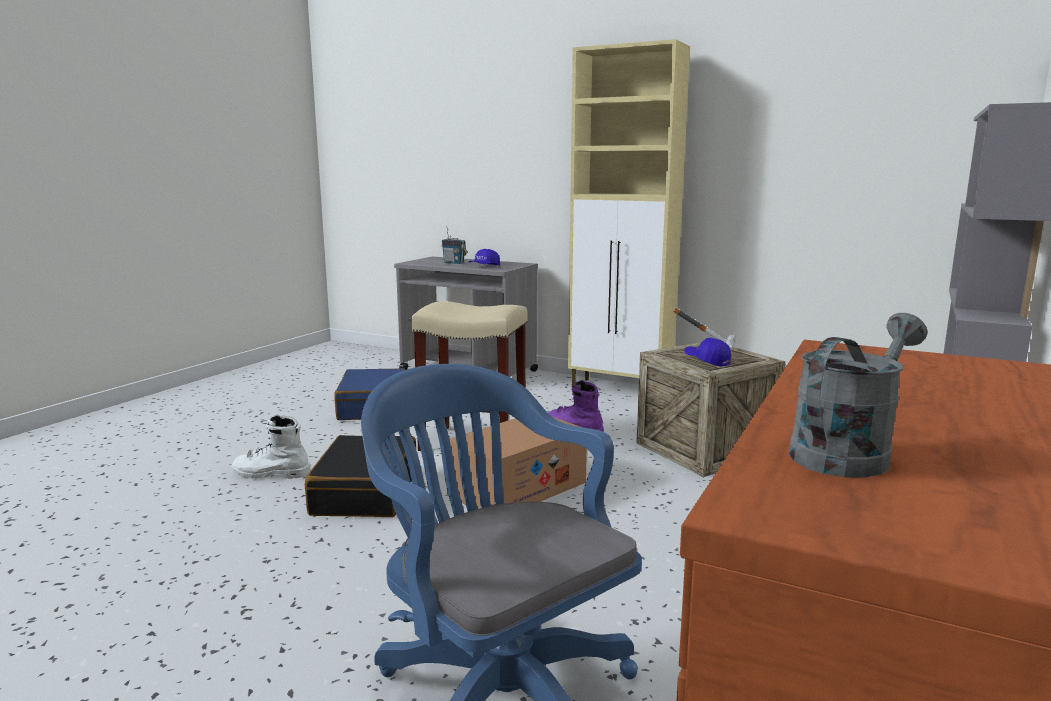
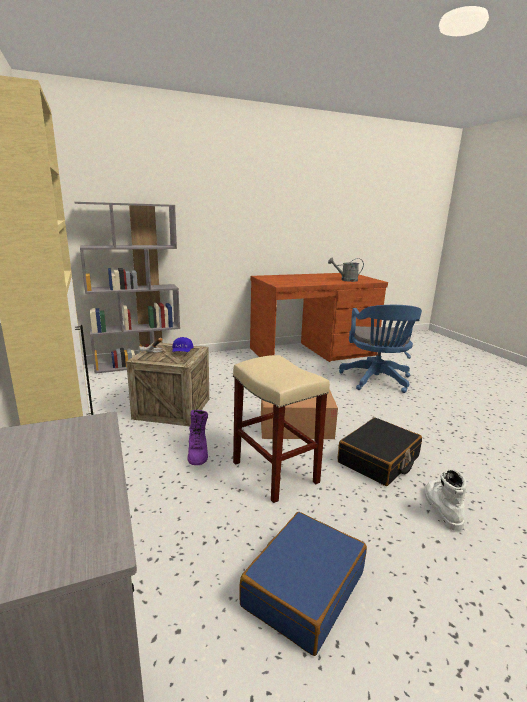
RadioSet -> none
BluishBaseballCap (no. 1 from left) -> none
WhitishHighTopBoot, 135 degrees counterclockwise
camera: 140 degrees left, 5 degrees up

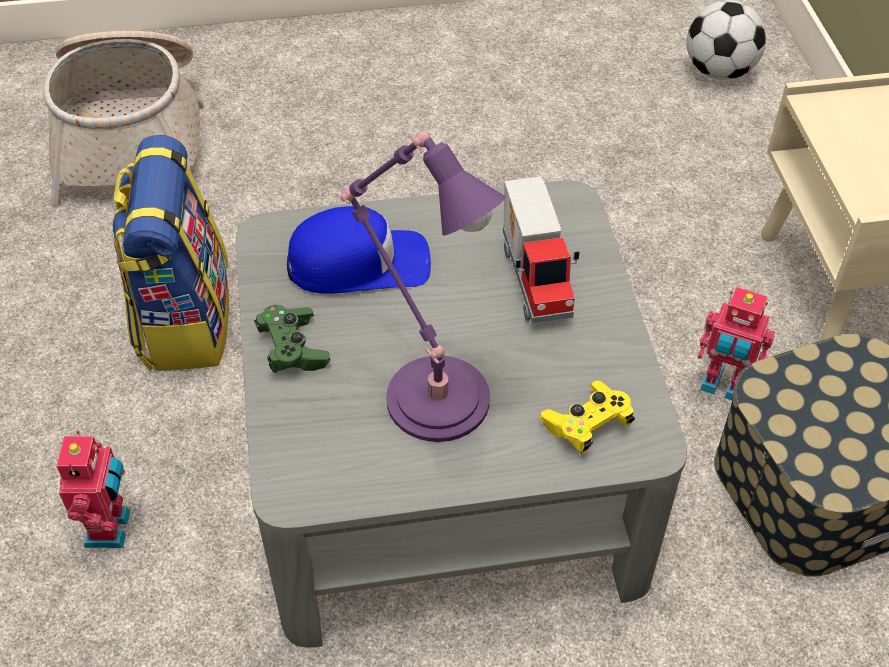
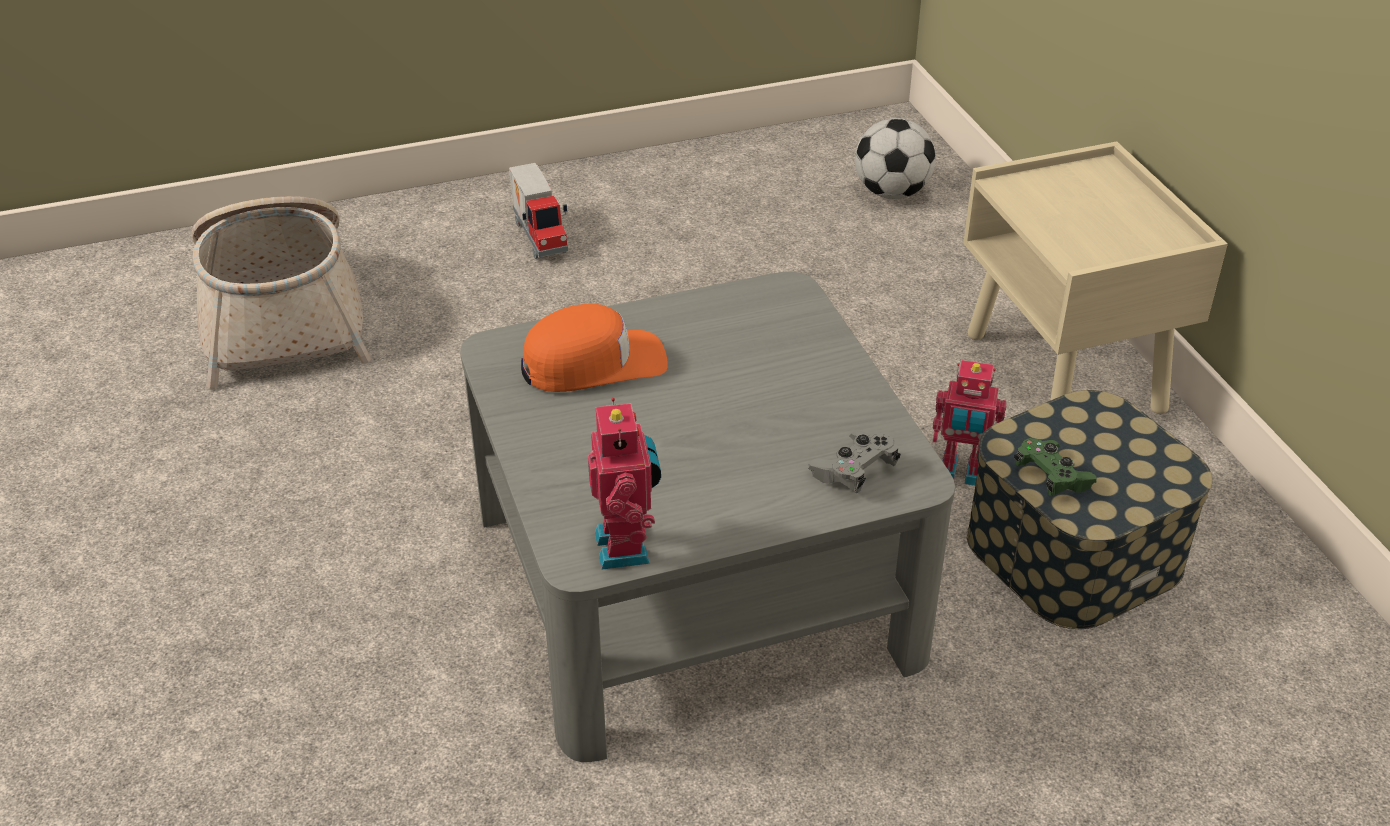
PurpleLampForATable -> none
Knapsack -> none
ToyLorry, shifted
BluishBaseballCap -> OrangeBaseballCap
GreenGamepad, shifted
YellowColouredGamepad -> GreyishGamepad
RobotFigure (no. 1 from left), shifted
camera: 10 degrees left, 10 degrees down

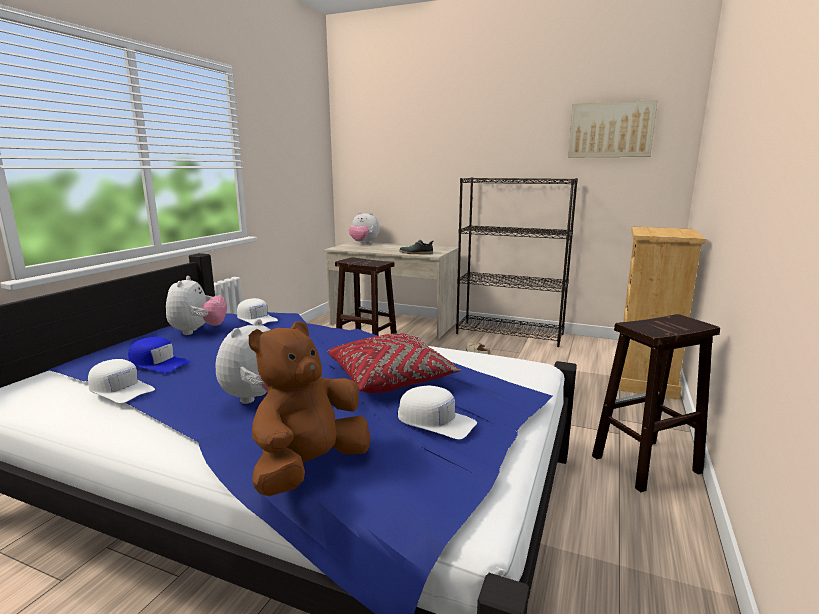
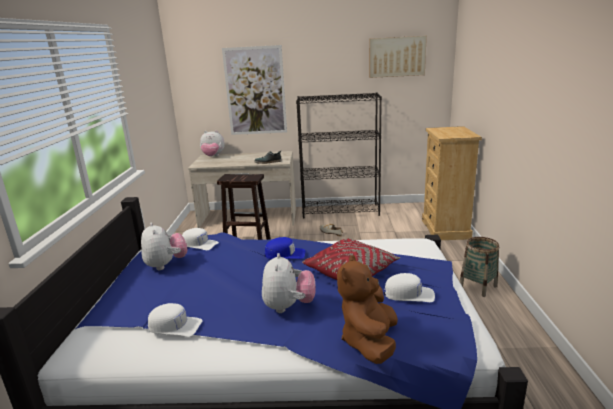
BrownStoolSeat (no. 2 from left) -> HouseholdBasket
BluishBaseballCap, shifted
none -> Picture (no. 1 from left)
camera: 20 degrees left, 5 degrees up

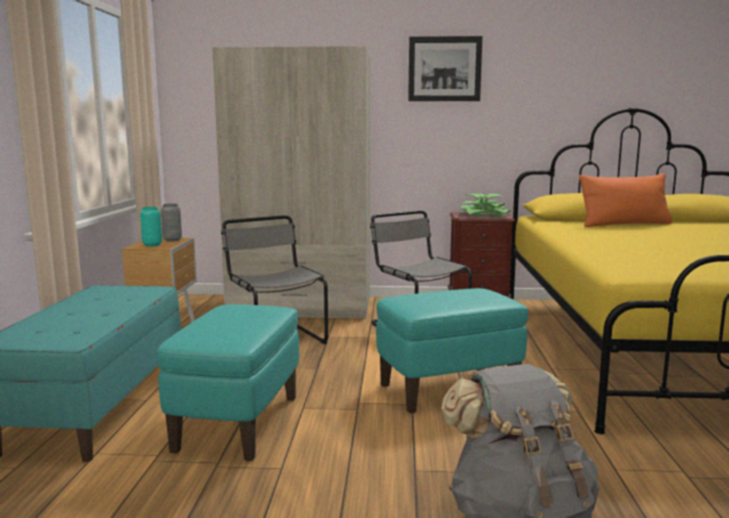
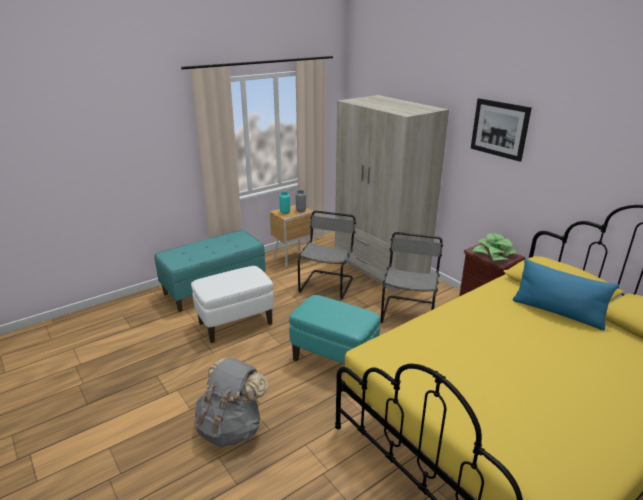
OrangeCushion -> BluishCushion
TurquoiseColouredPouffe (no. 1 from left) -> WhitishPouffe
camera: 50 degrees right, 15 degrees up

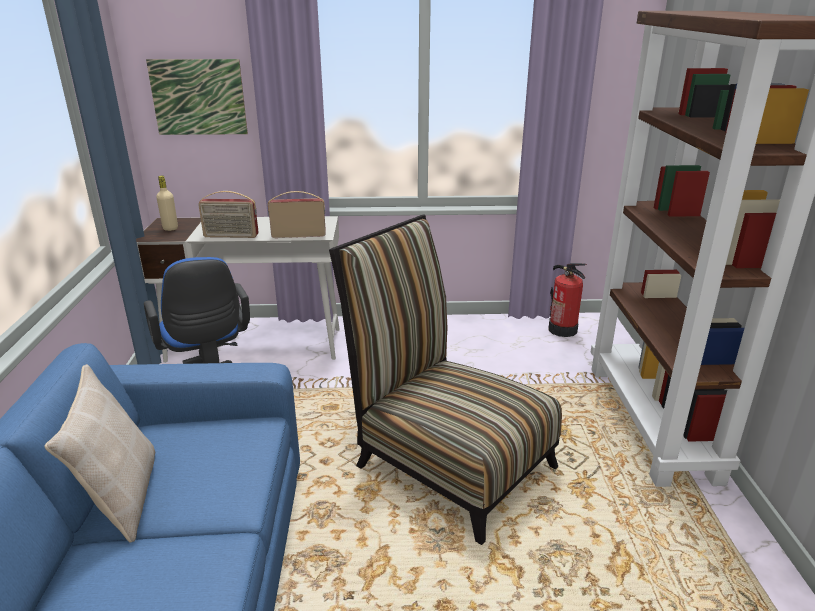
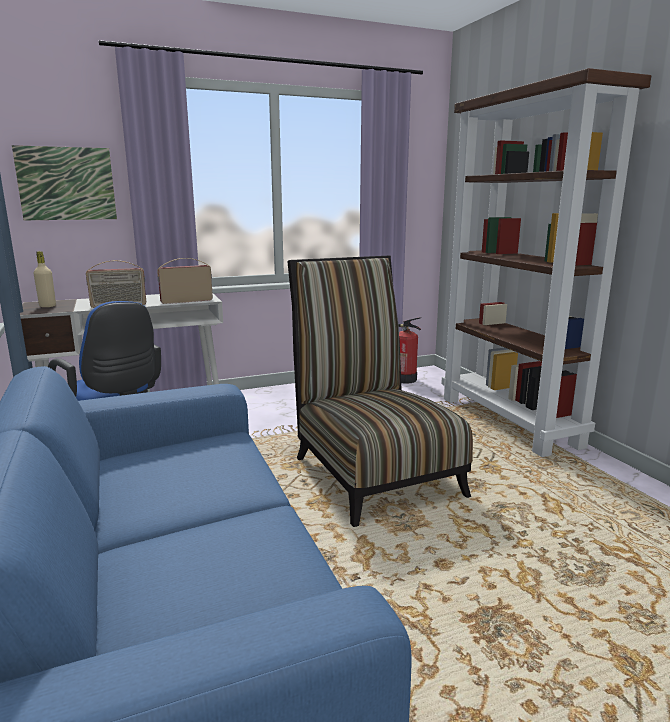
UprightChair, 45 degrees clockwise
BeigeCushion -> none
camera: 20 degrees left, 10 degrees down

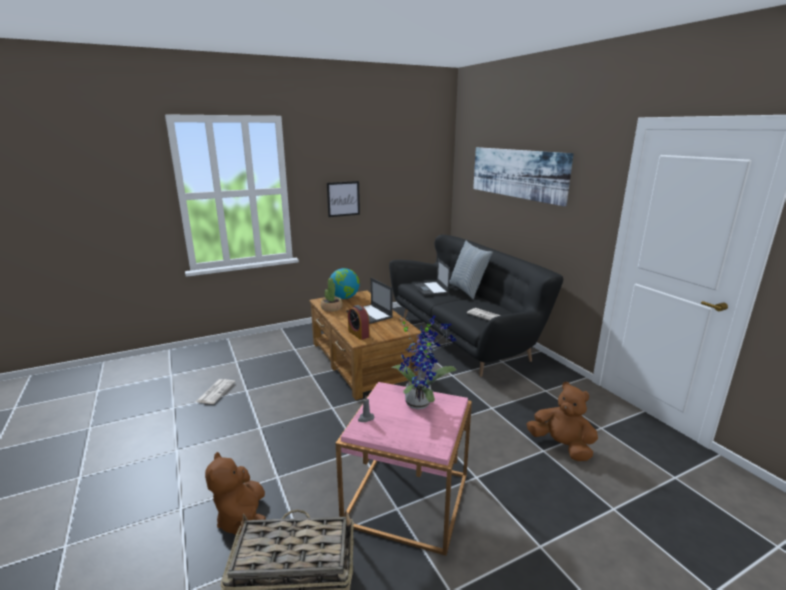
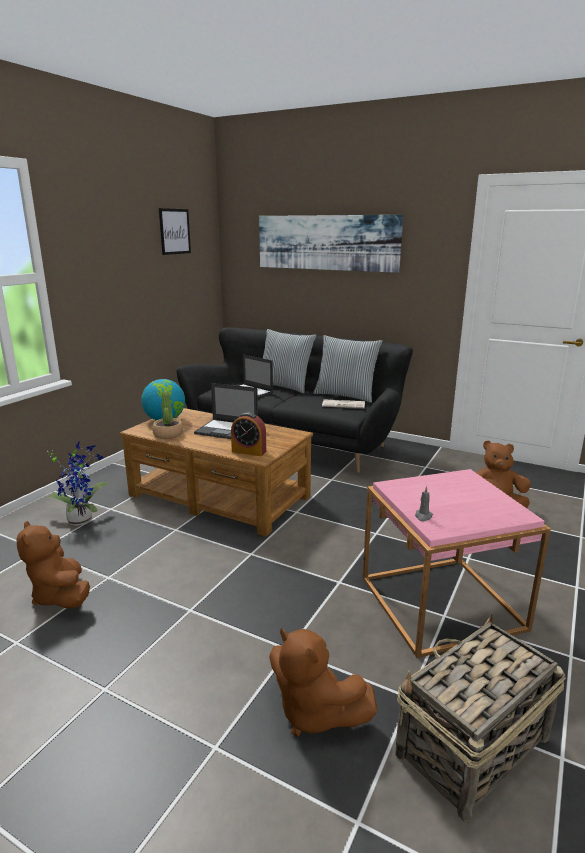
Picture (no. 1 from left), shifted
Houseplant (no. 2 from left in the first image) -> Houseplant (no. 1 from left), shifted
Newspaper (no. 1 from left) -> BrownPlushToy (no. 1 from left)
none -> Cushion (no. 2 from left)
camera: 35 degrees left, 0 degrees up

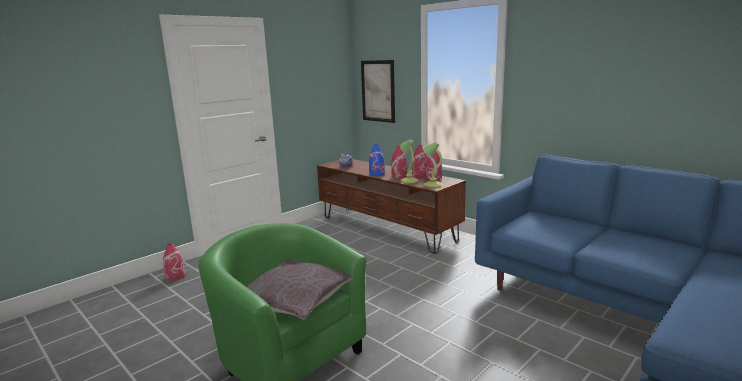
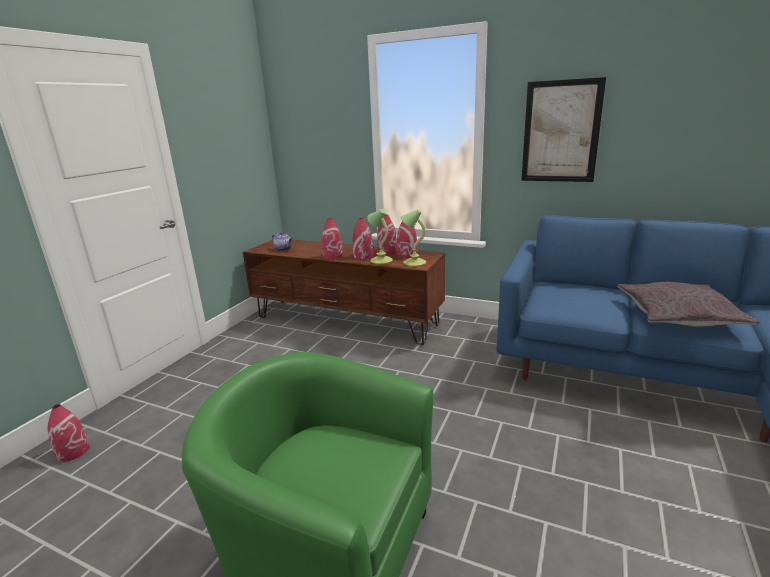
Picture, shifted
BluishFlowerVase -> ReddishFlowerVase (no. 2 from left)
GreyishCushion, shifted
camera: 20 degrees left, 5 degrees up

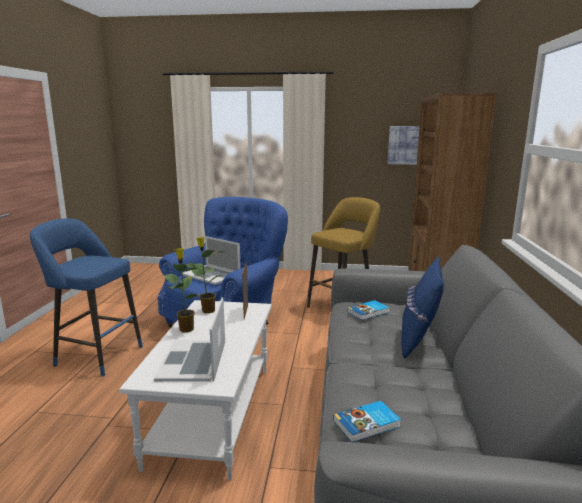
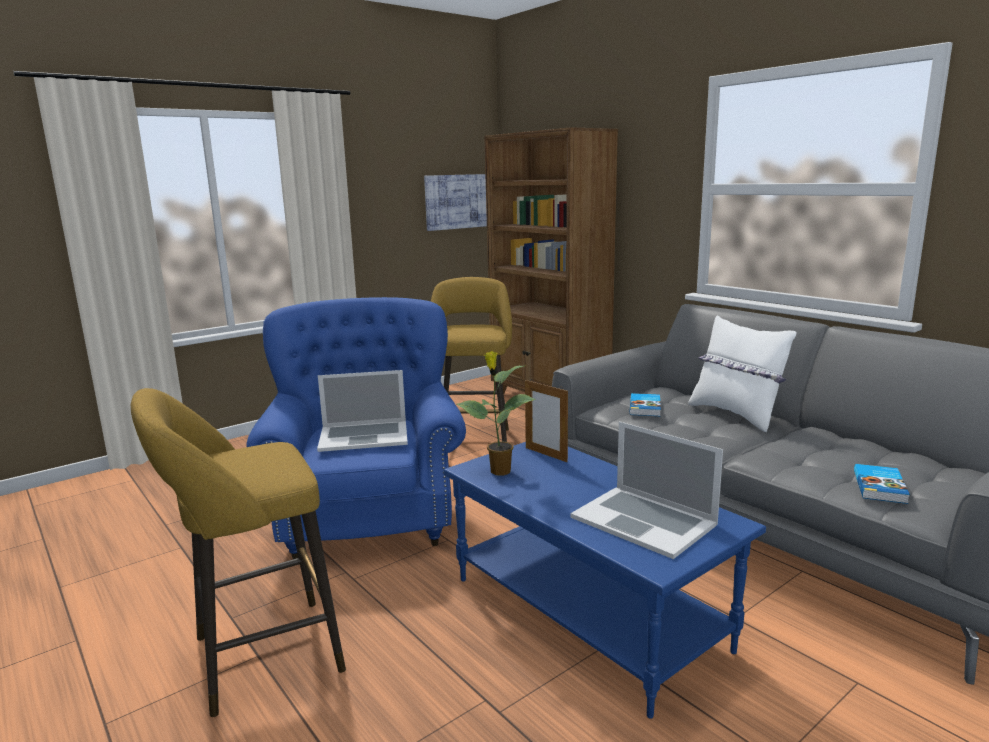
BluishStoolSeat -> YellowColouredStoolSeat (no. 1 from left)
Houseplant (no. 1 from left) -> none
BluishCushion -> WhitishCushion
WhitishCoffeeTable -> BluishCoffeeTable
camera: 45 degrees left, 0 degrees up

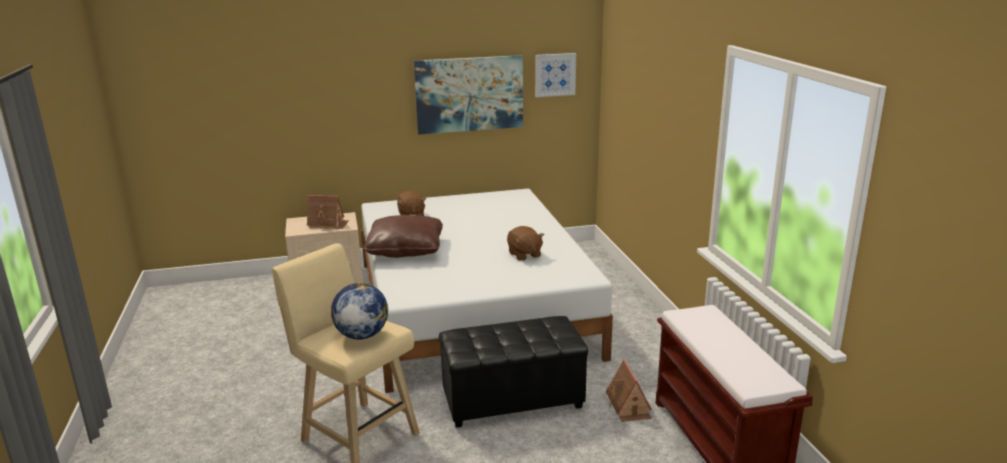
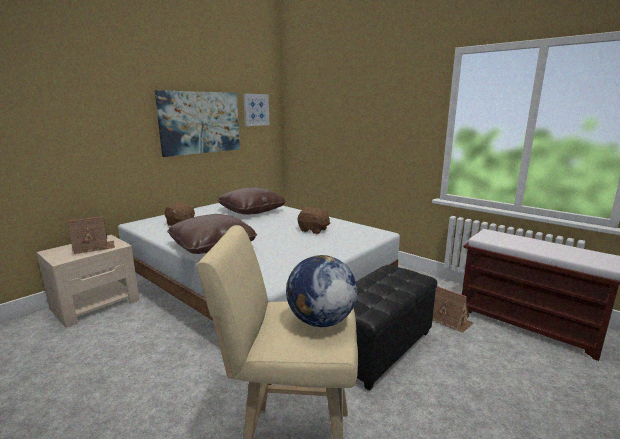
none -> BrownCushion (no. 2 from left)
camera: 35 degrees left, 5 degrees down

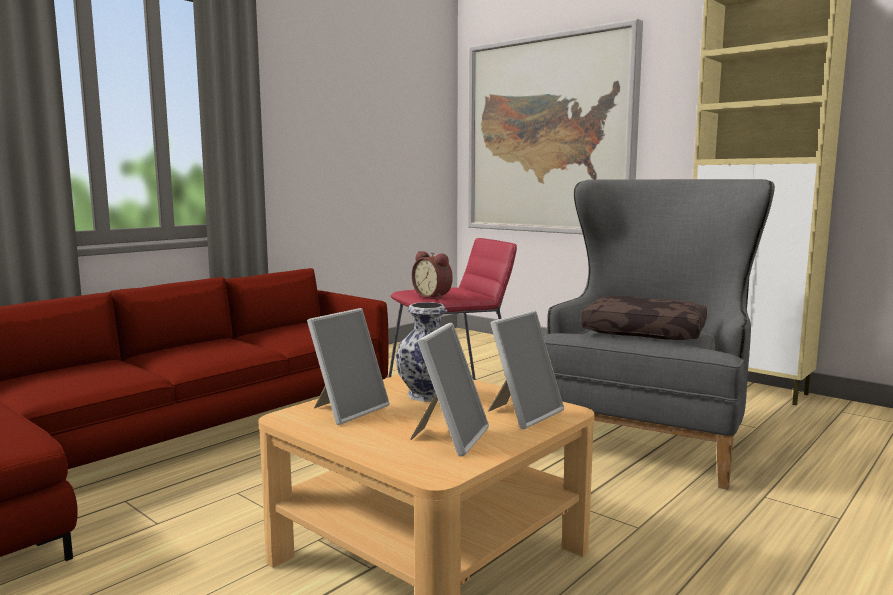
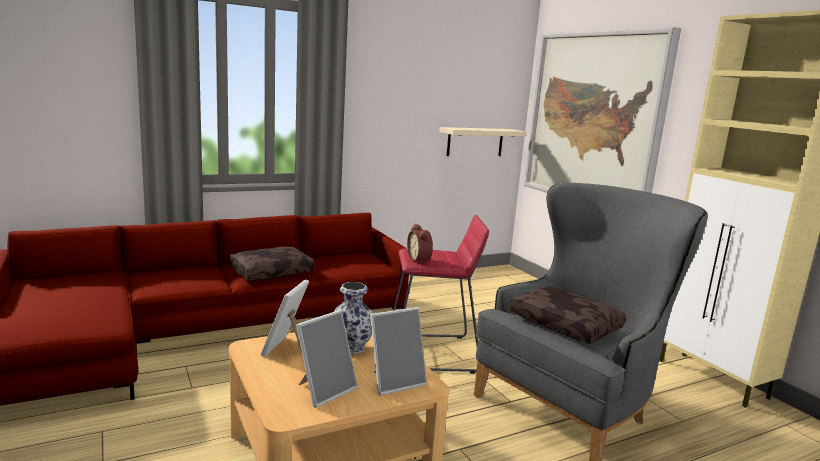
StandingFrame (no. 1 from left), 135 degrees clockwise
none -> BeigeBracketShelf
none -> BrownCushion (no. 1 from left)
camera: 20 degrees right, 5 degrees up

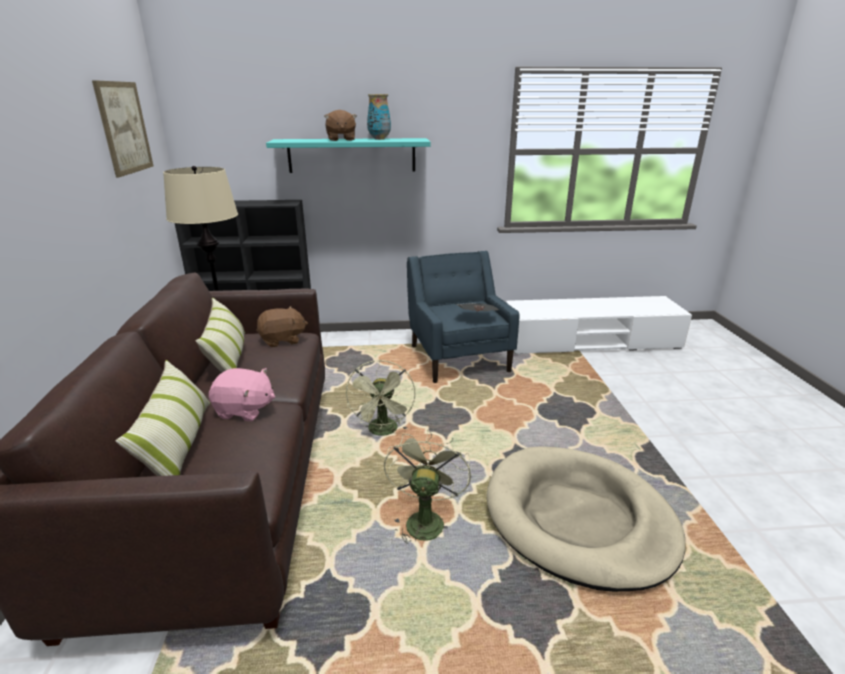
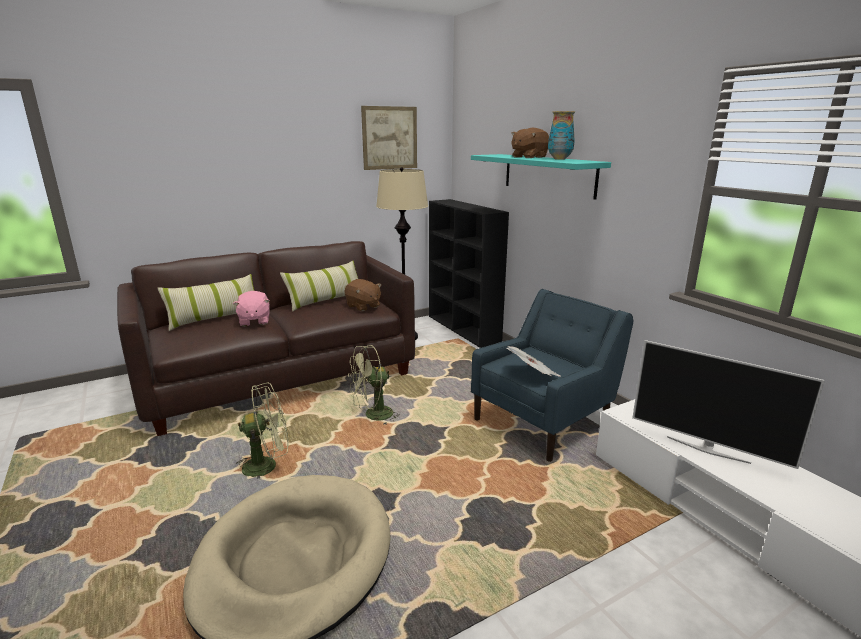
none -> Television
camera: 65 degrees right, 5 degrees down

